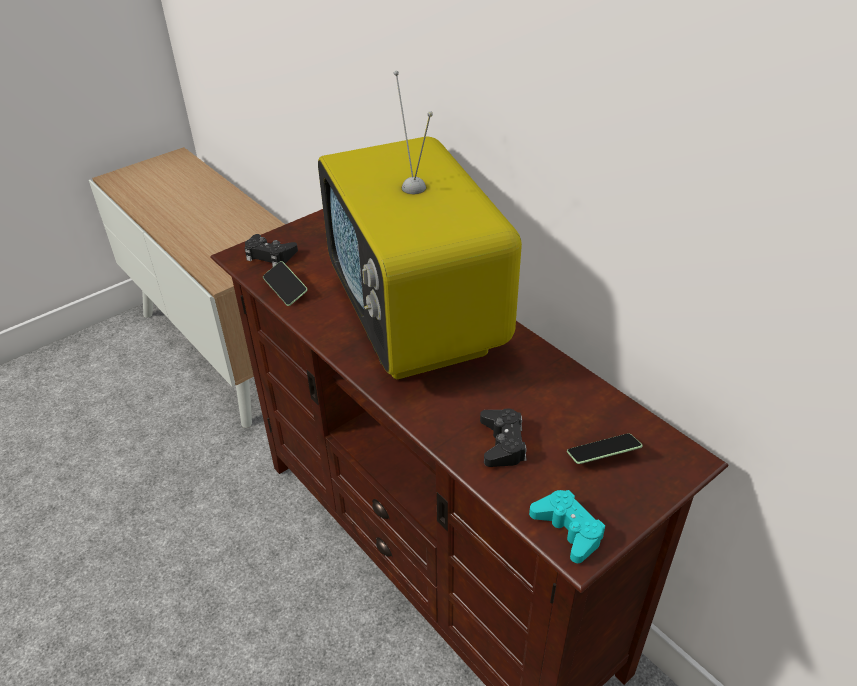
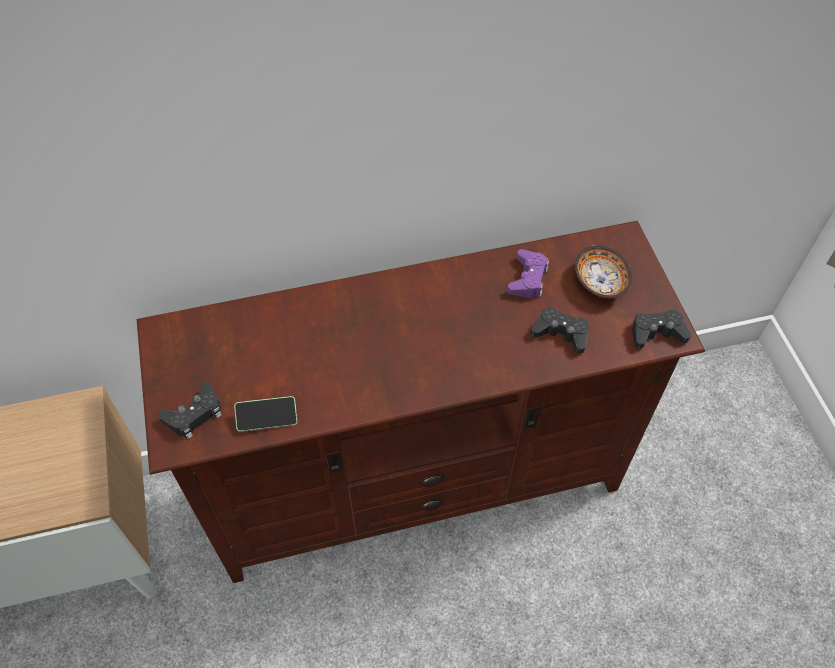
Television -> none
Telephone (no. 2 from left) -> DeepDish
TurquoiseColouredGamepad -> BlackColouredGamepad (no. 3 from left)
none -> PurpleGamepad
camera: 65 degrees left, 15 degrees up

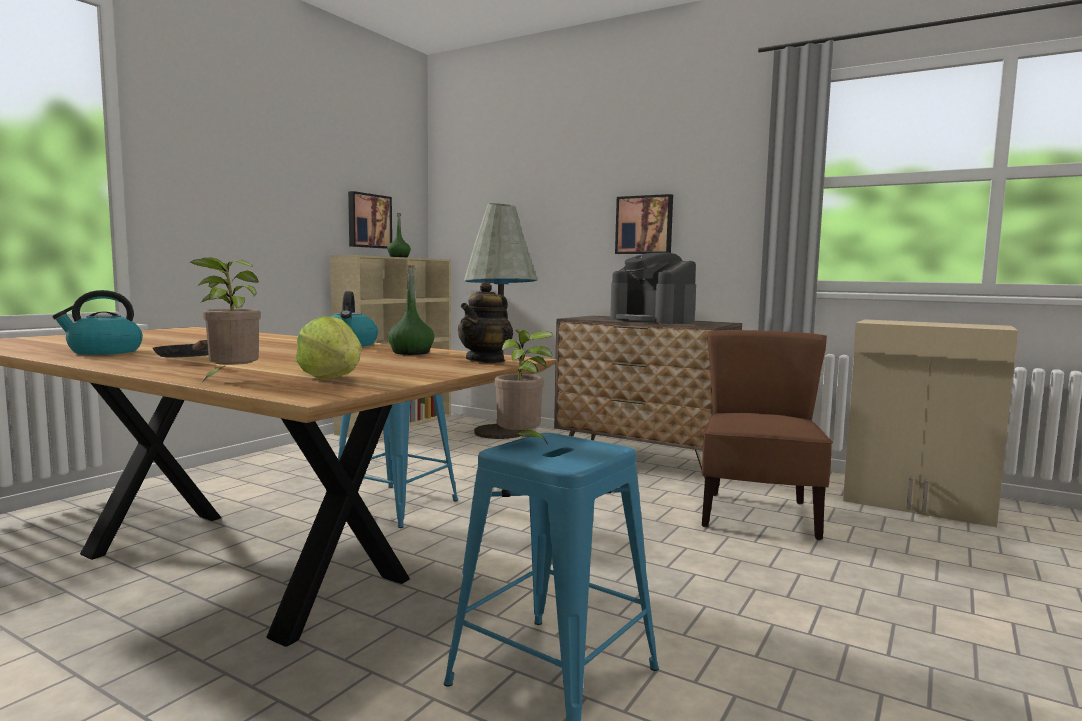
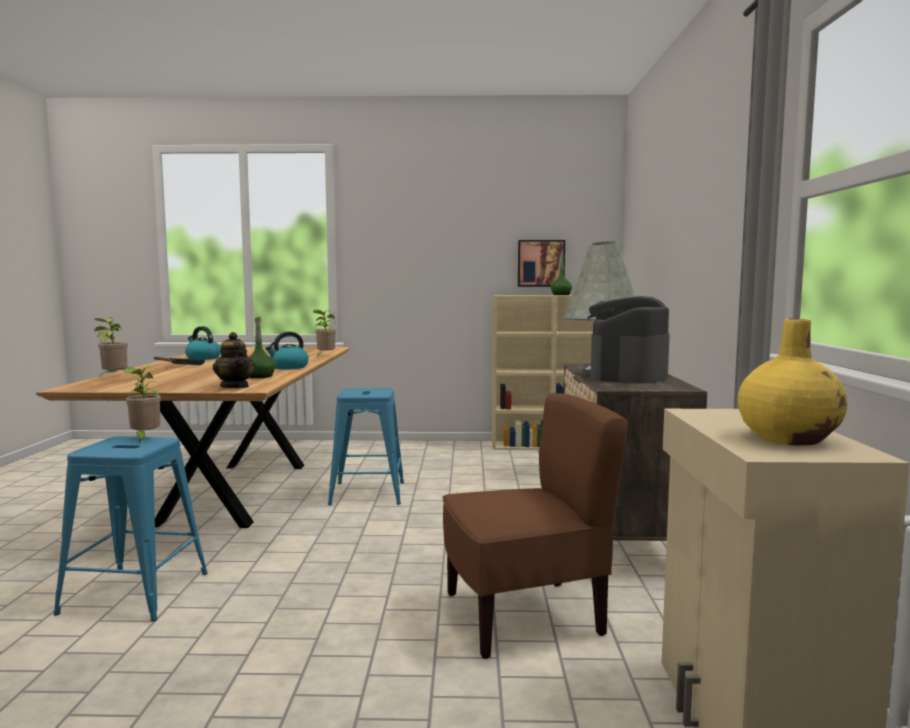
Picture (no. 2 from left) -> none
PotForTea, 120 degrees counterclockwise
Lettuce -> none
none -> Houseplant (no. 3 from left)
none -> YellowColouredFlowerVase
camera: 60 degrees right, 0 degrees up

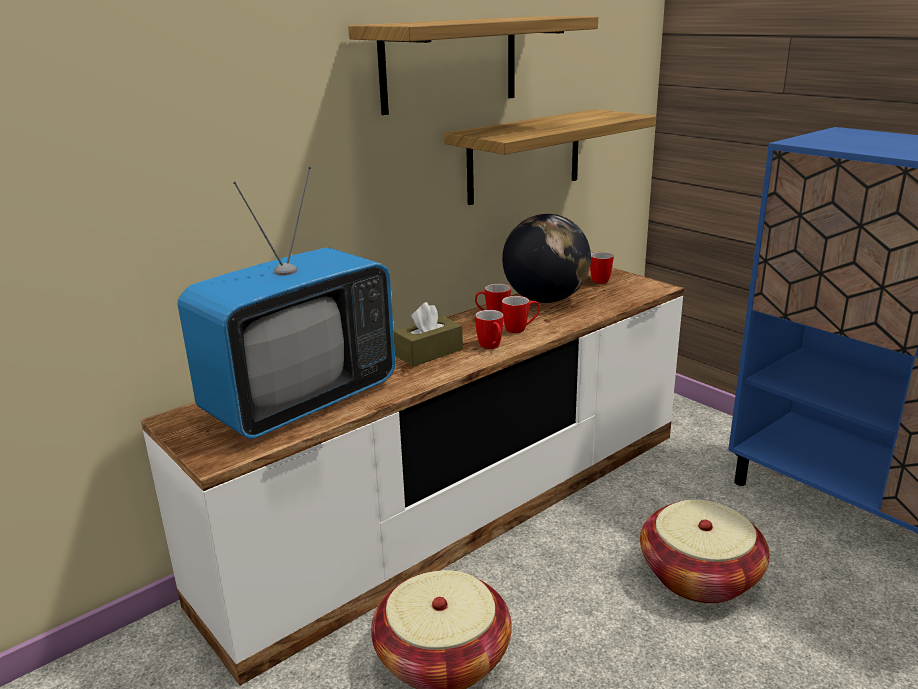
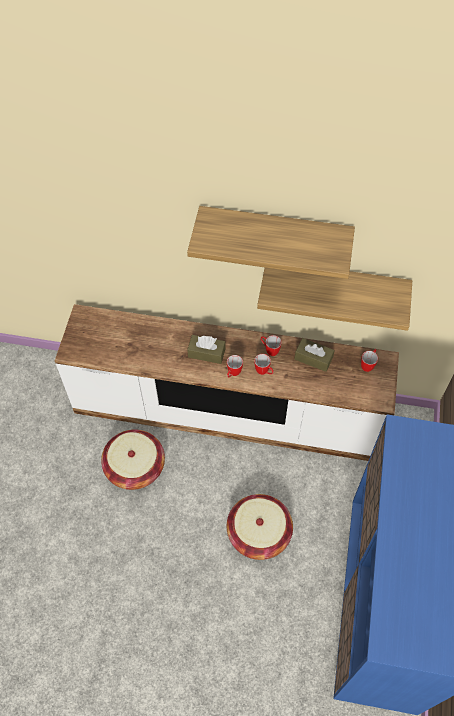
Television -> none
DeskGlobe -> BrownTissueBox (no. 2 from left)
camera: 50 degrees right, 35 degrees up

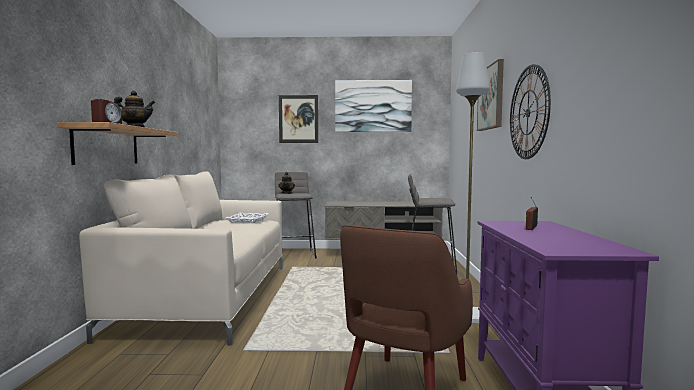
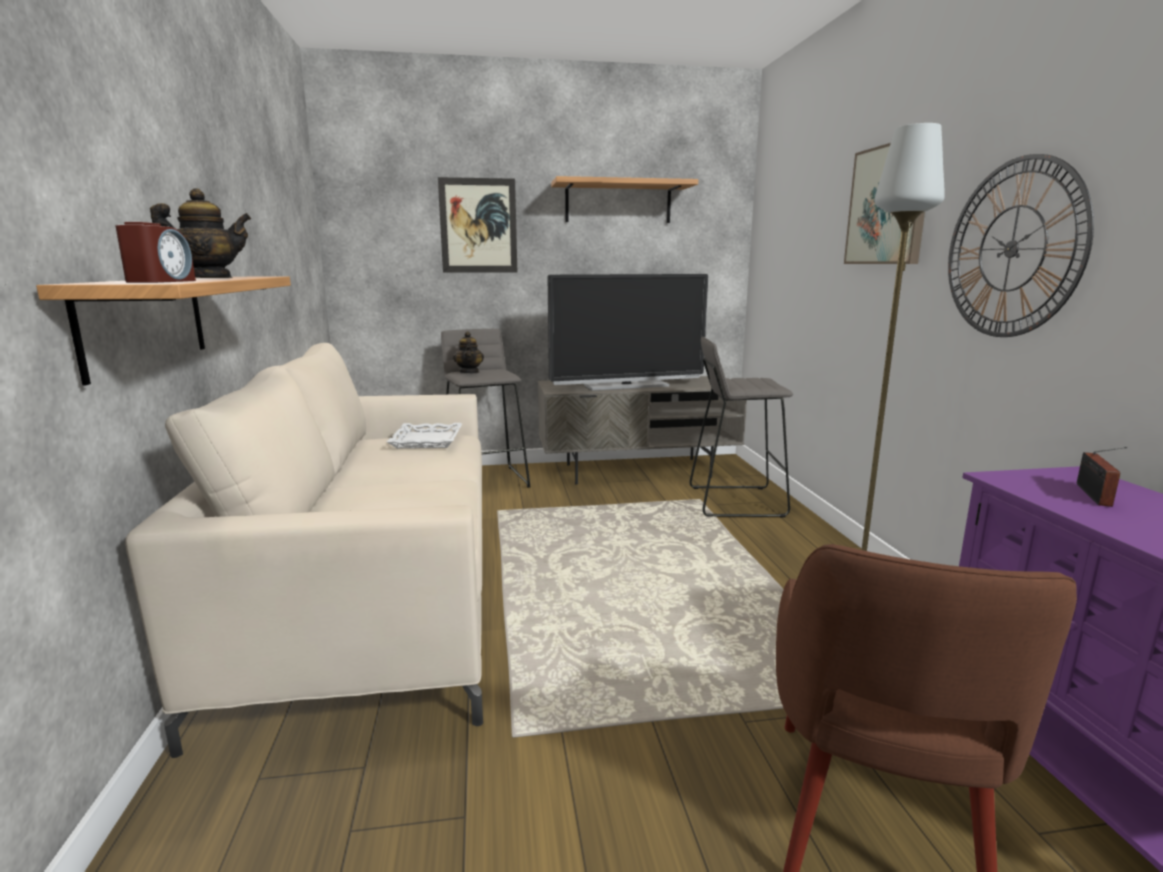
Picture (no. 2 from left) -> BracketShelf (no. 2 from left)
none -> Television
camera: 10 degrees left, 10 degrees up

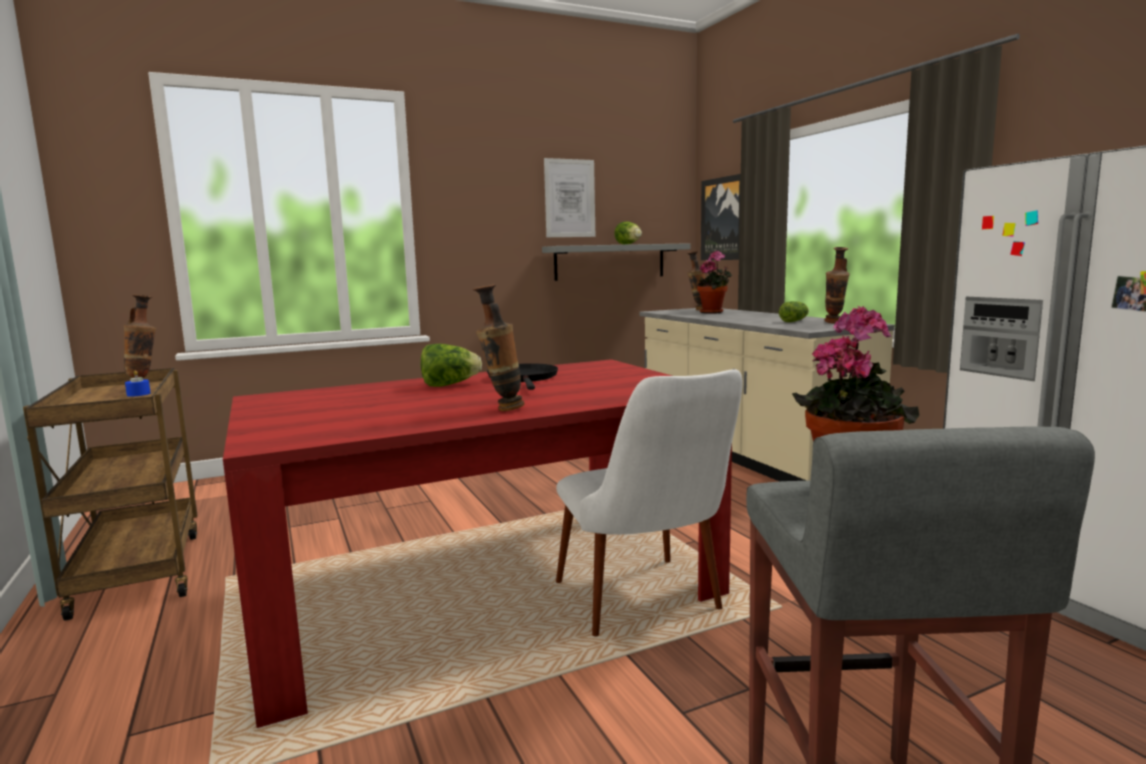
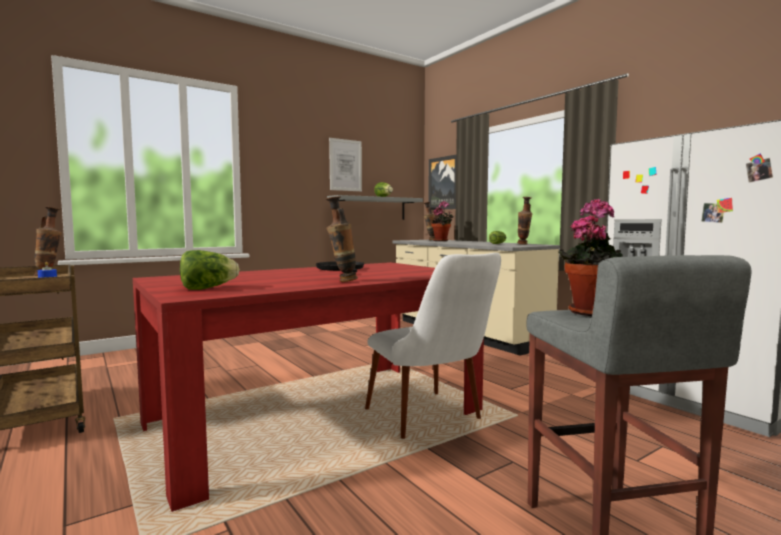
Lettuce (no. 1 from left), shifted
camera: 10 degrees left, 5 degrees down

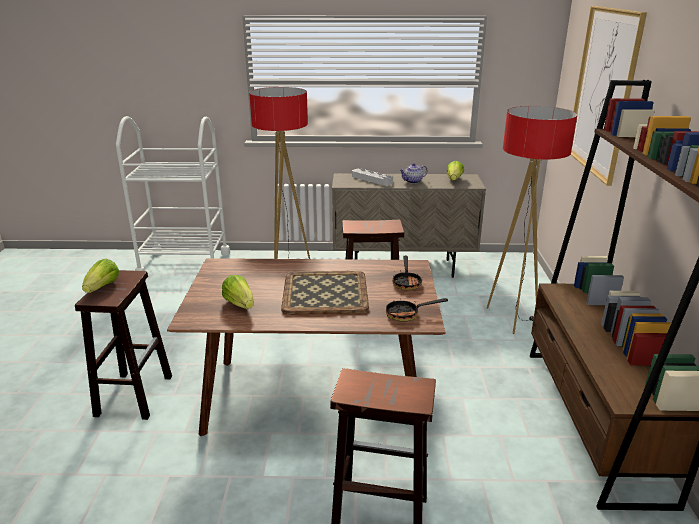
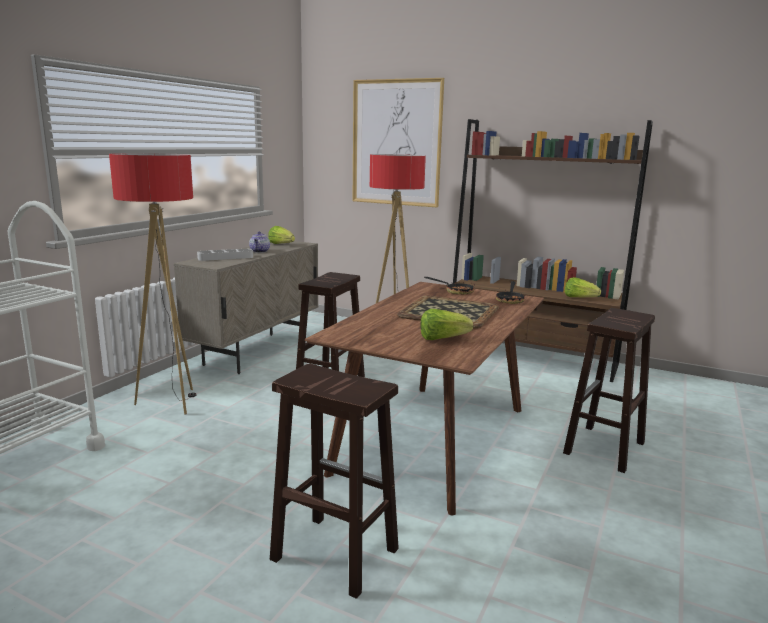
Lettuce (no. 1 from left in the first image) -> Lettuce (no. 3 from left), shifted
camera: 65 degrees left, 10 degrees down

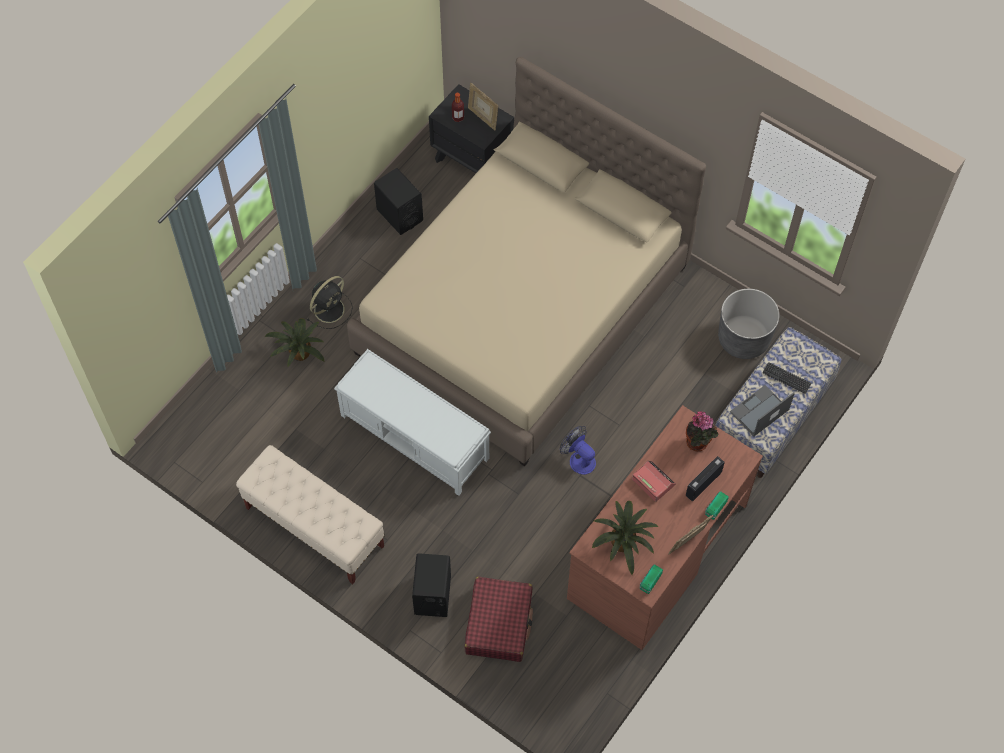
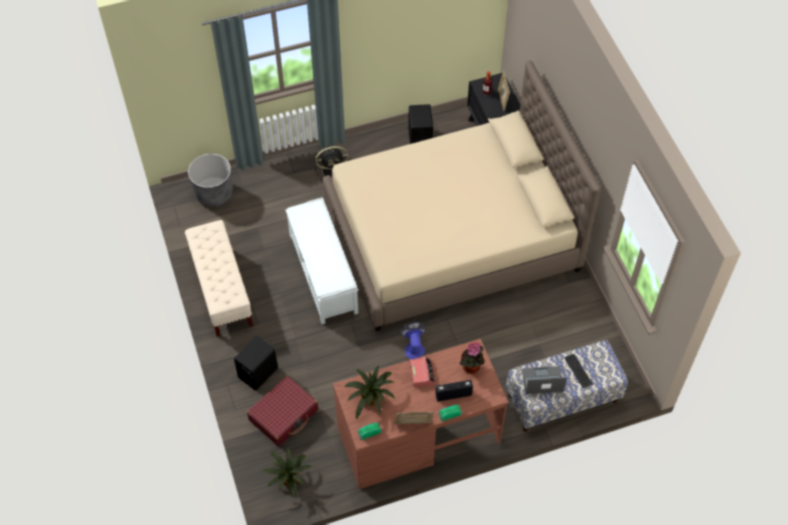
GreyishPlanter, shifted
Houseplant (no. 1 from left), shifted
camera: 35 degrees right, 5 degrees down

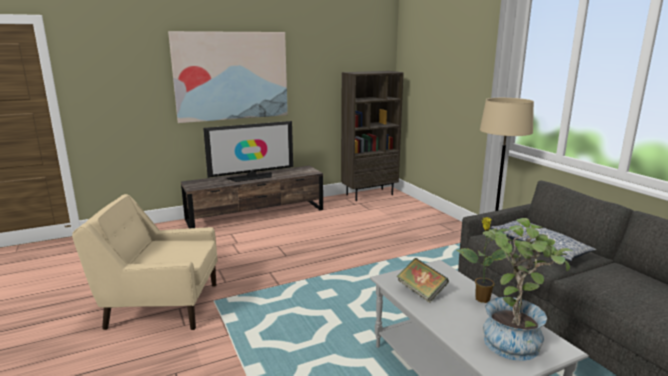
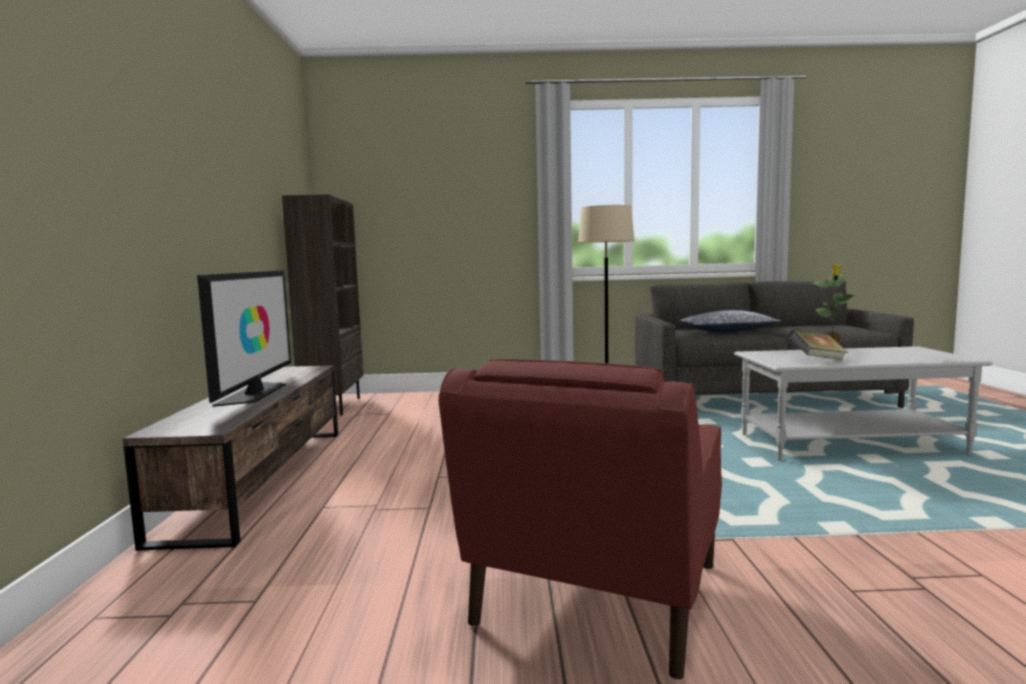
Picture -> none
BeigeLoungeChair -> ReddishLoungeChair
Houseplant (no. 2 from left) -> none
camera: 65 degrees left, 10 degrees down

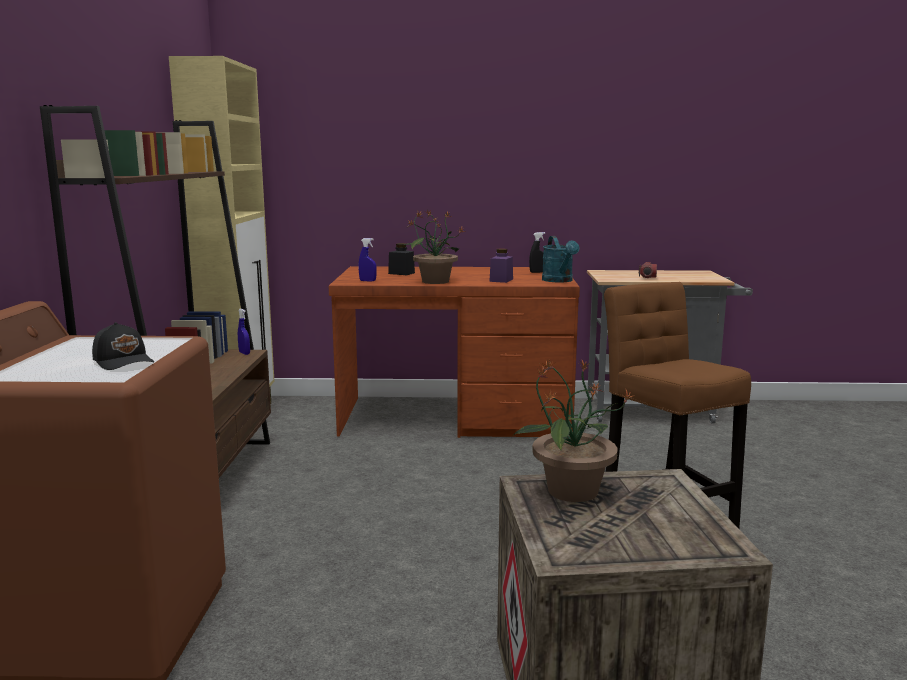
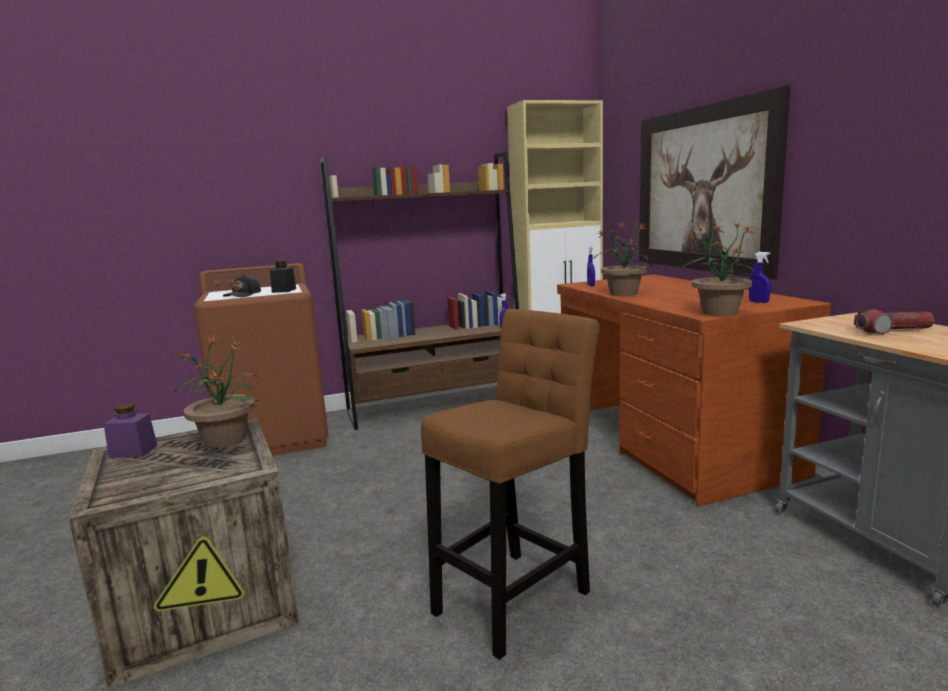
BlackColouredSprayer -> BluishSprayer (no. 3 from left)
TurquoiseColouredSprinklingCan -> Houseplant (no. 3 from left)
BlackColouredPreserveJar, shifted
PurplePreserveJar, shifted
none -> Picture
camera: 70 degrees right, 0 degrees up

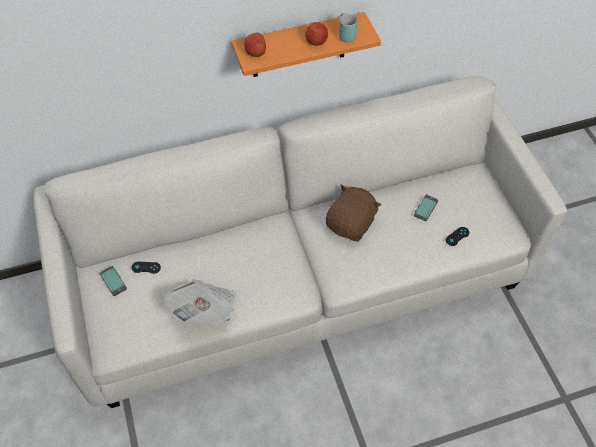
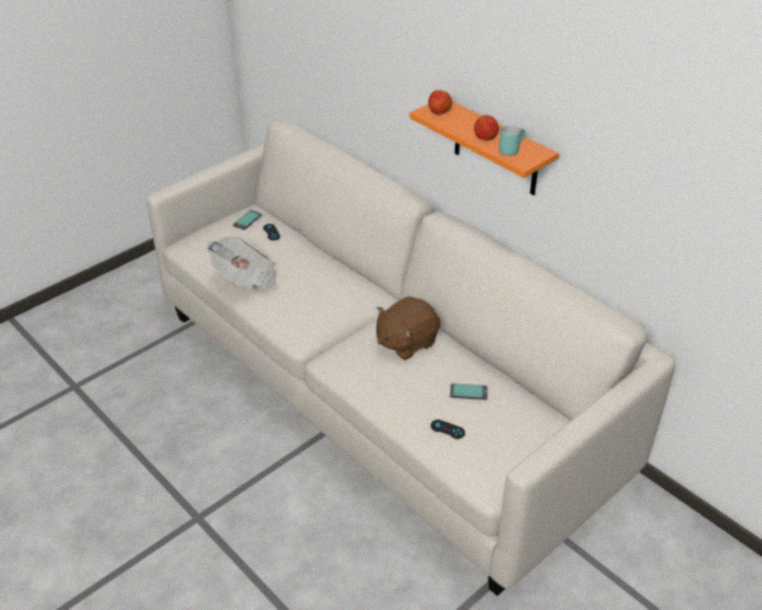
BrownPlushToy, 135 degrees clockwise
camera: 65 degrees right, 15 degrees down

